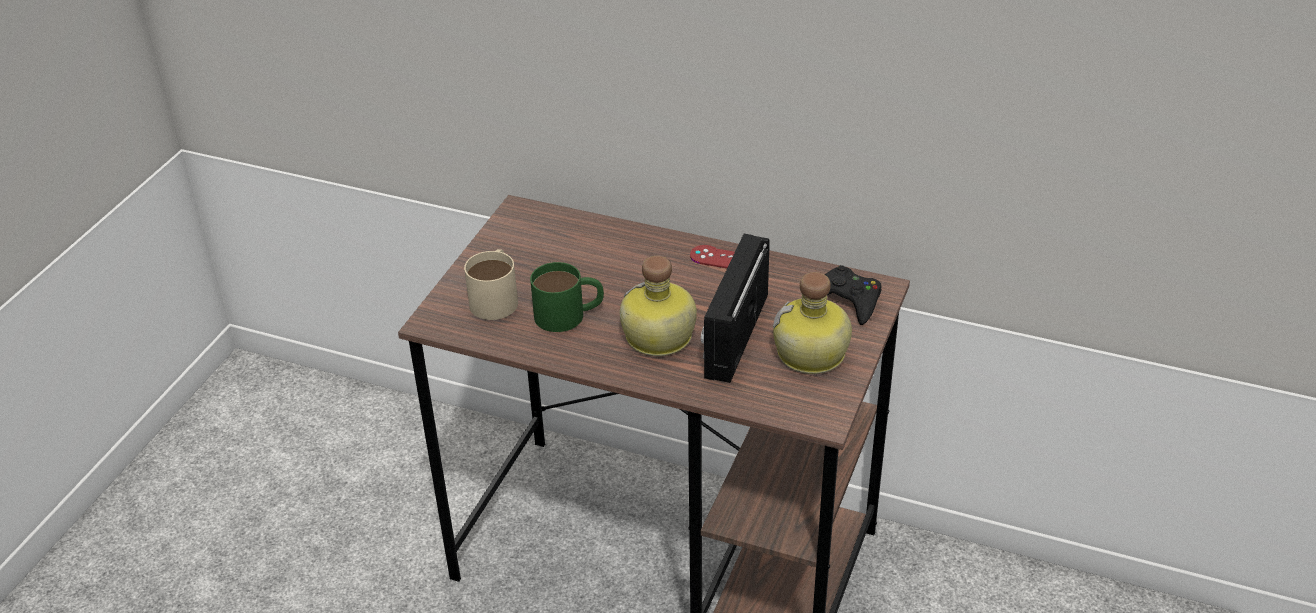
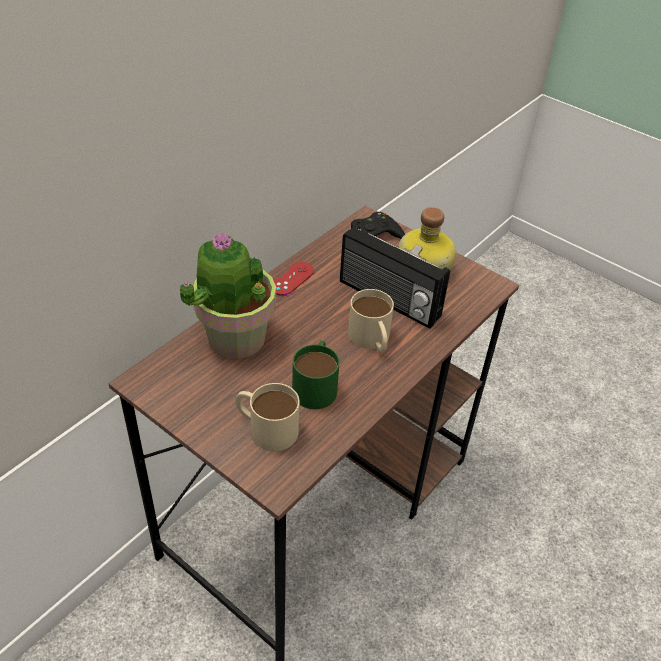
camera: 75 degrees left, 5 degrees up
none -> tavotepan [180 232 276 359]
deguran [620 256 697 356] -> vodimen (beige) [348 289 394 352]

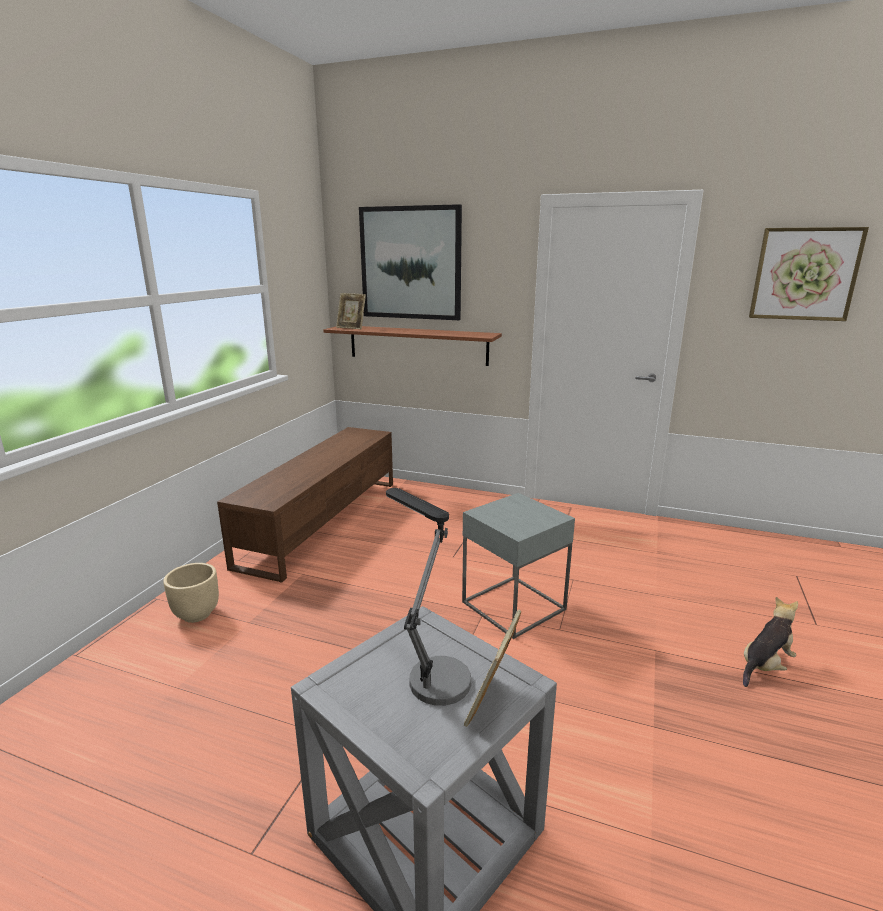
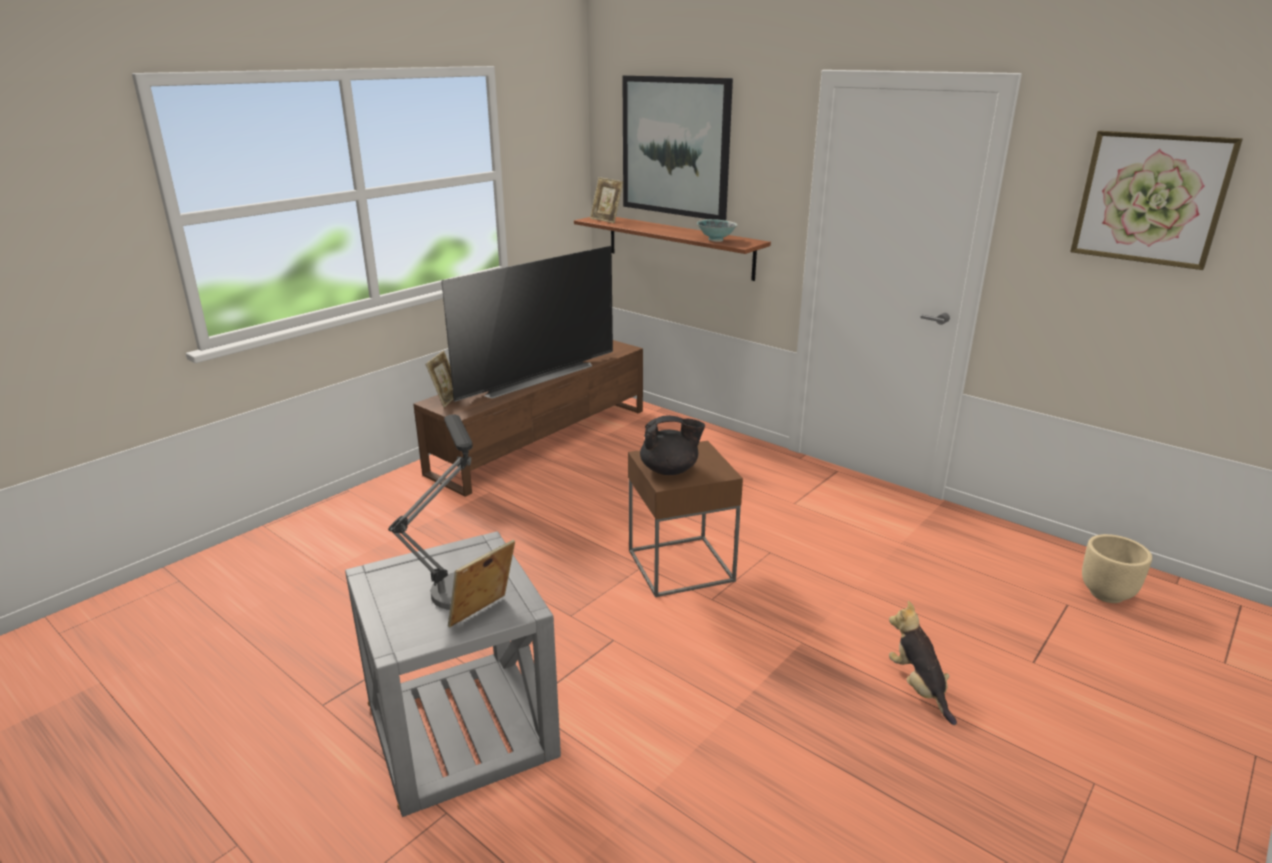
camera: 20 degrees right, 5 degrees up
none -> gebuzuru [426 351 453 407]
none -> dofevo [441 246 613 402]
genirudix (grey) [462 493 575 639] -> genirudix (brown) [628 441 743 597]
none -> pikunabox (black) [640 415 705 475]
none -> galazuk [697 219 737 242]
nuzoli [743 597 798 687] -> nuzoli [889 601 957 725], 90 degrees counterclockwise
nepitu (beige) [163 563 219 623] -> nepitu (beige) [1082 534 1152 603], move

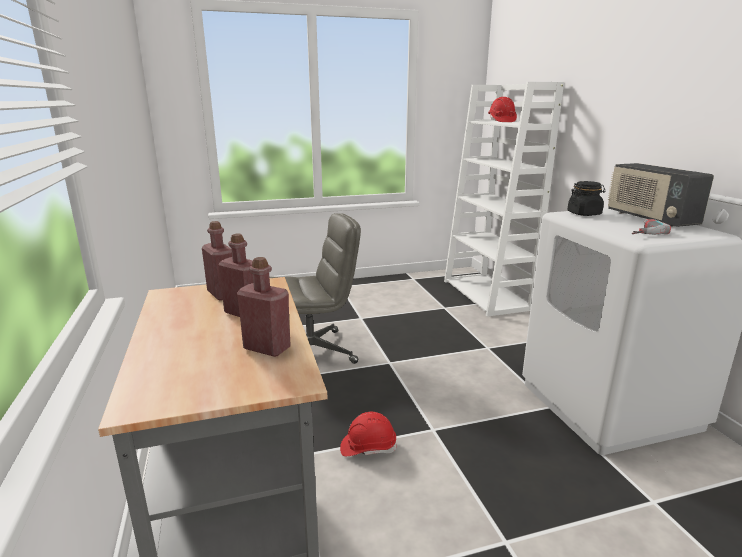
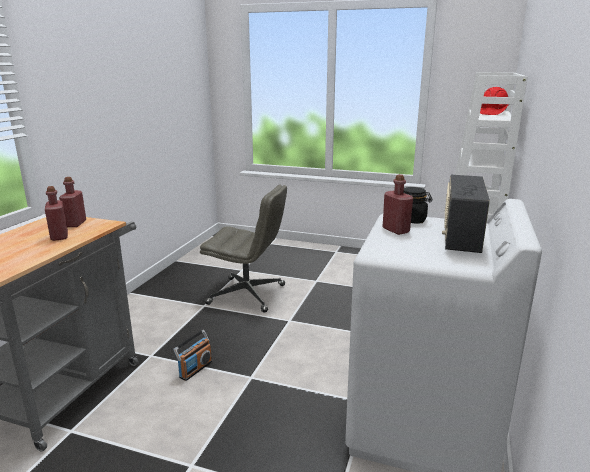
camera: 35 degrees right, 0 degrees up
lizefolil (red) [340 412 397 456] -> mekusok [173 330 212 381]
deguran (red) [237 257 291 357] -> deguran (red) [382 174 413 235], move
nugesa [632 219 671 235] -> none

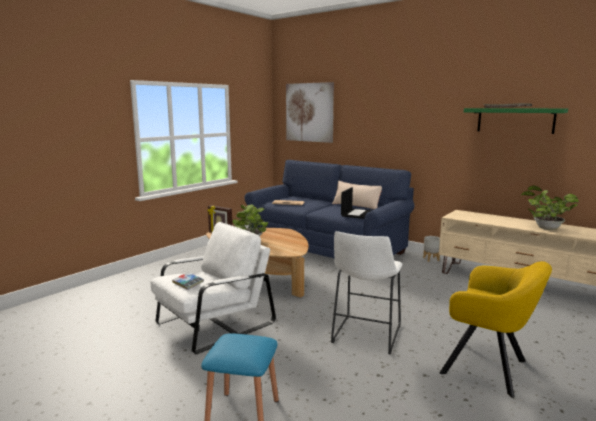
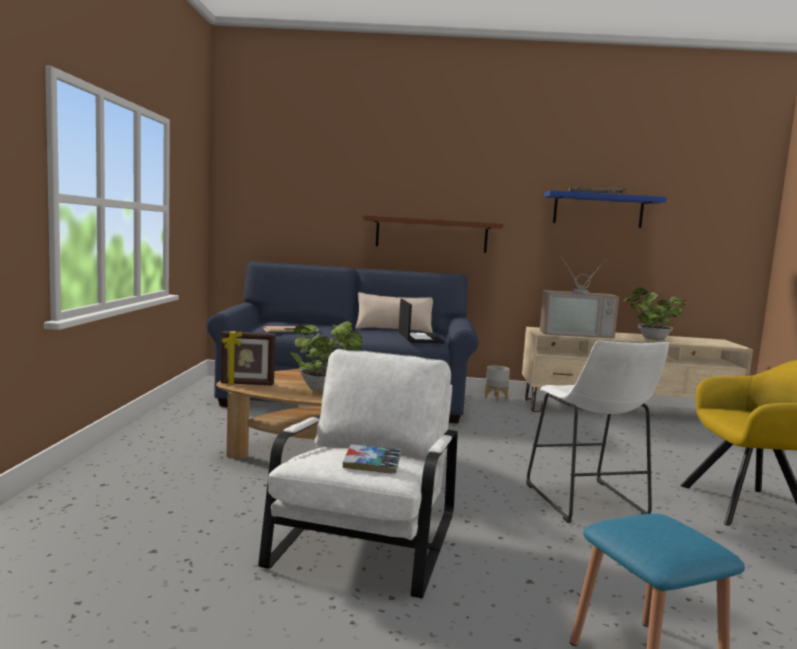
camera: 35 degrees left, 5 degrees down
none -> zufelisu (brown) [363 215 503 253]
none -> dofevo [540 258 619 339]
zufelisu (green) [464 108 568 134] -> zufelisu (blue) [544 190 667 228]
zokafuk [286 82 334 143] -> none

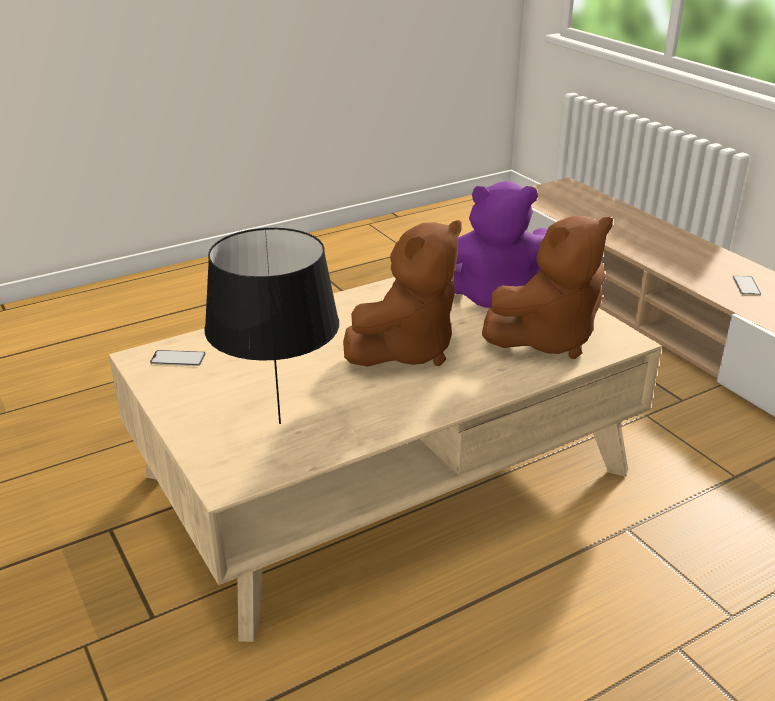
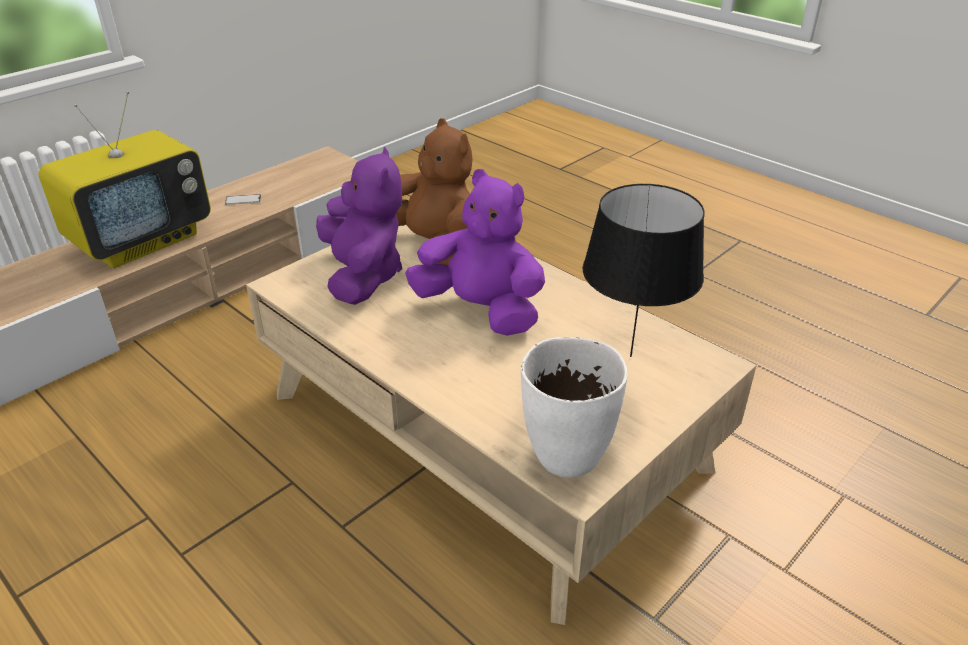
camera: 105 degrees left, 5 degrees up
none -> dofevo [39 91 211 268]
nuzoli (brown) [343 220 462 366] -> nuzoli (purple) [405 169 545 336]
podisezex [150 350 206 366] -> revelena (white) [521 337 628 477]

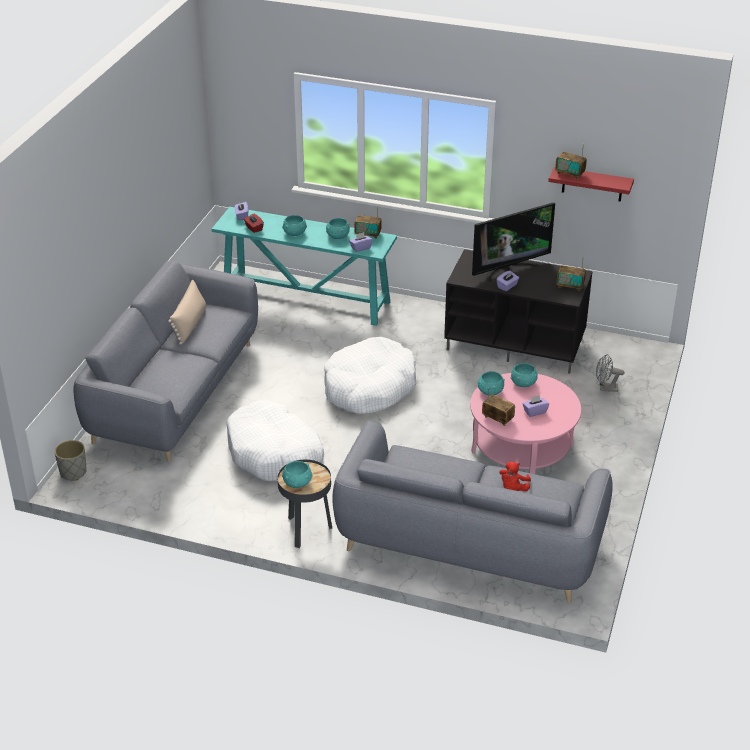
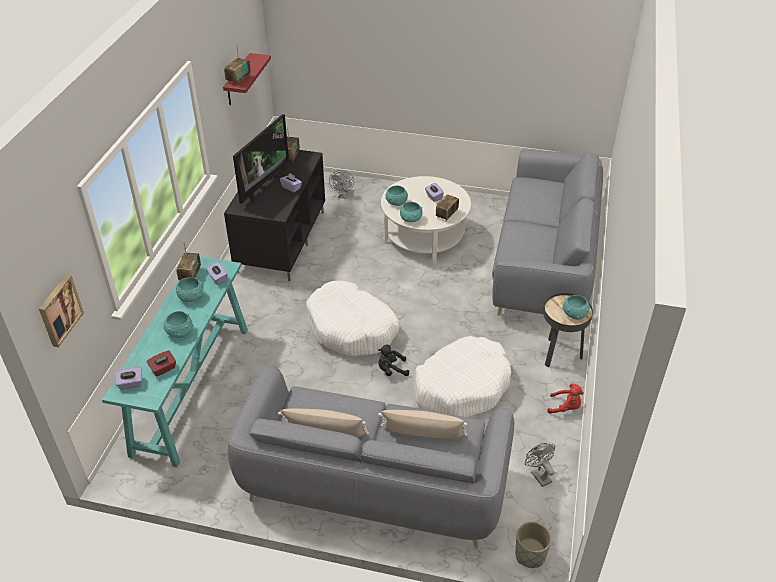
camera: 95 degrees left, 5 degrees up
none -> zokafuk [39 275 84 348]
dofevo [472 202 555 283] -> dofevo [233 114 289 205], 60 degrees clockwise
none -> nuzoli (black) [378 345 409 376]
none -> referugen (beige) [378 410 467 439]
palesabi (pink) [470 373 581 474] -> palesabi (white) [381 176 471 264]
none -> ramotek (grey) [525 443 555 487]
nuzoli (red) [499 462 531 491] -> nuzoli (red) [547 384 584 414], move

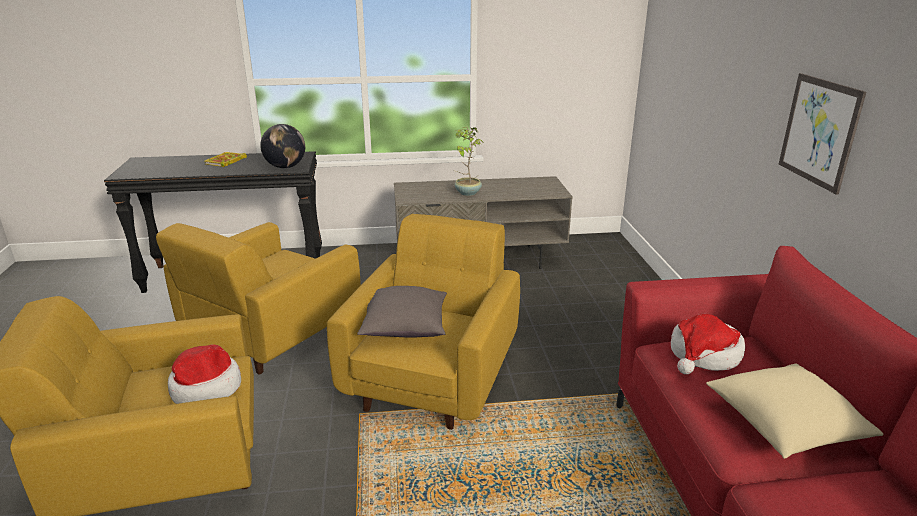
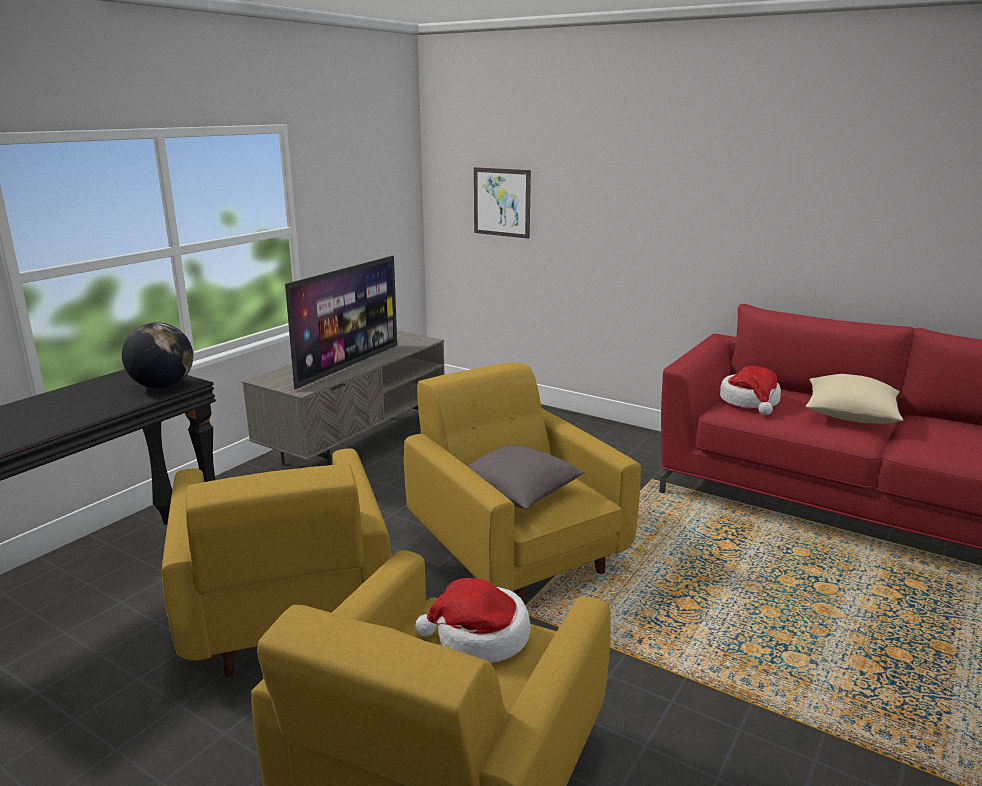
camera: 50 degrees left, 5 degrees down
tavotepan [455 127 483 196] -> dofevo [285 256 397 389]
zokafuk [779 73 866 195] -> zokafuk [474 167 531 239], move
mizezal [205 152 247 167] -> none

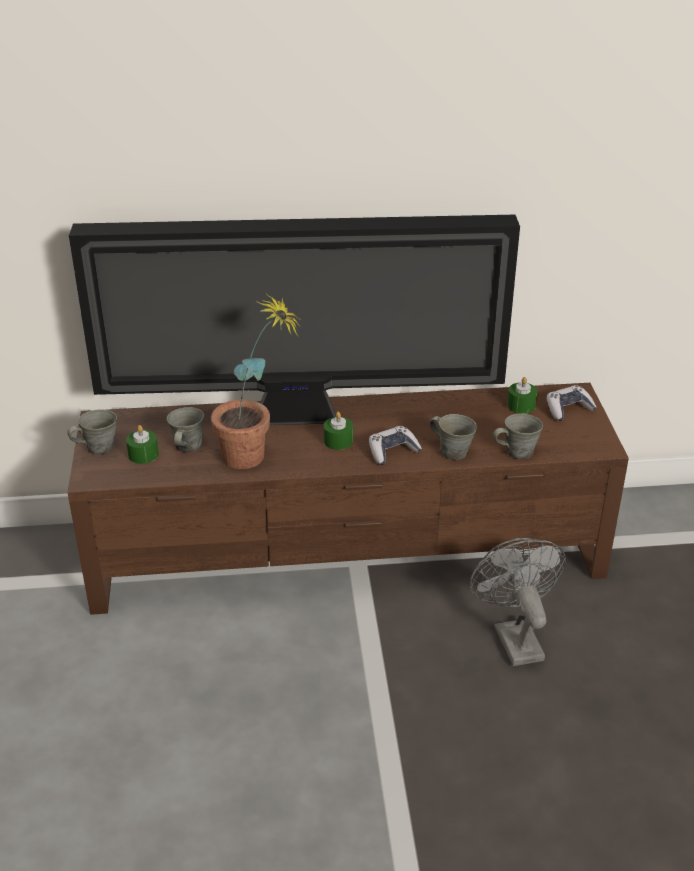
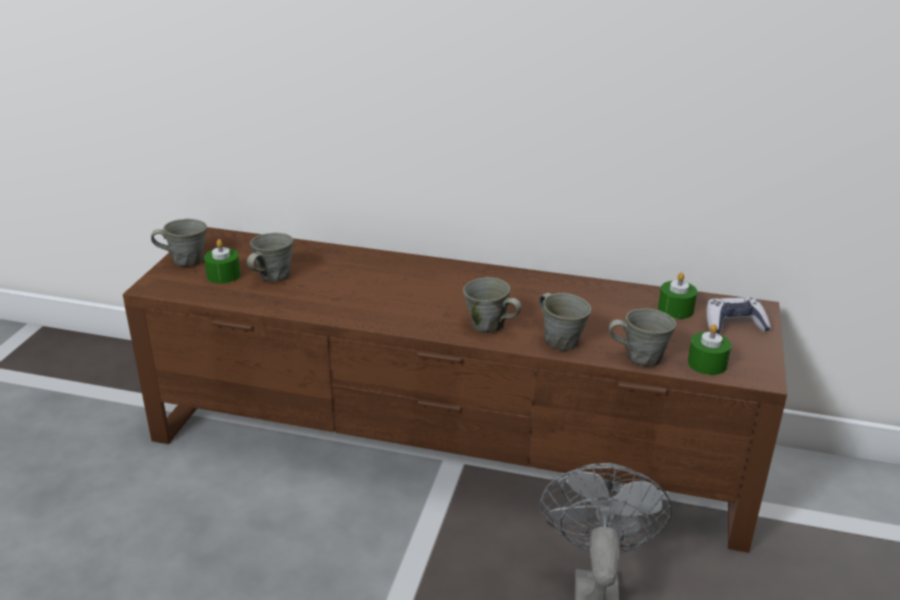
camera: 20 degrees right, 5 degrees down
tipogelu [369 426 422 465] -> vodimen (grey) [463 277 522 334]
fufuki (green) [324 412 353 450] -> fufuki (green) [688 324 731 375], move
dofevo [69 215 520 425] -> none
tavotepan [211 293 301 469] -> none

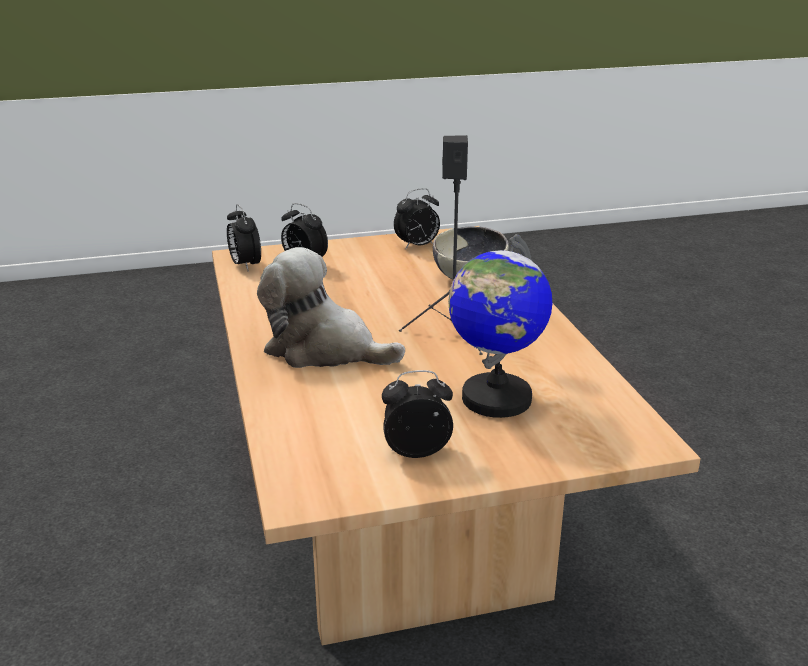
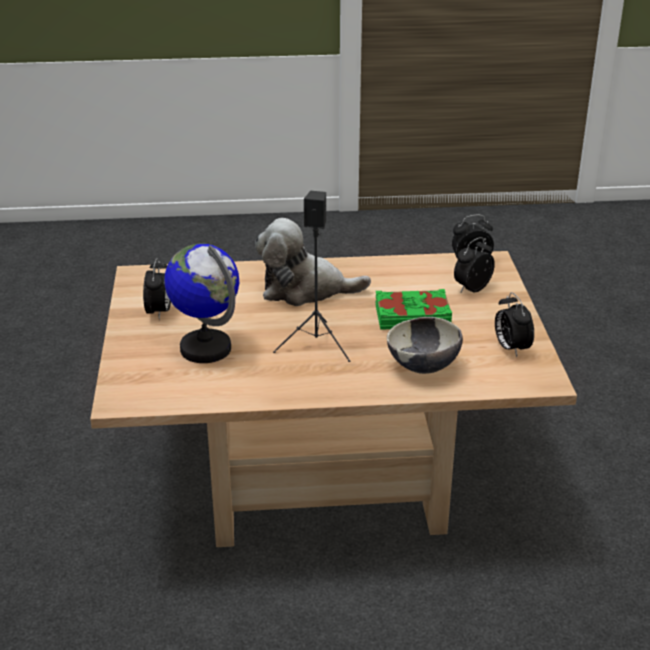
camera: 100 degrees right, 5 degrees up
nuzoli [257 247 405 368] -> nuzoli [255 218 371 306], 120 degrees counterclockwise
none -> mizezal (green) [376 289 452 330]

